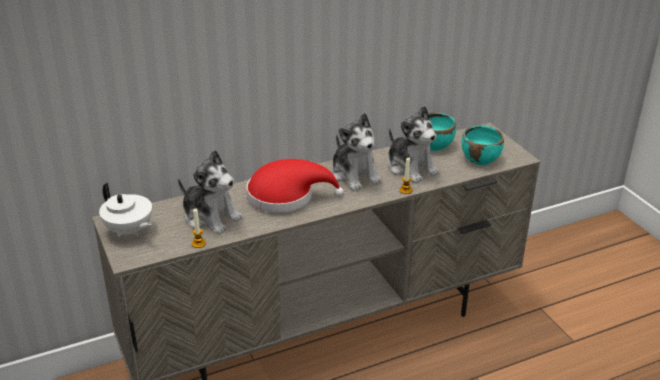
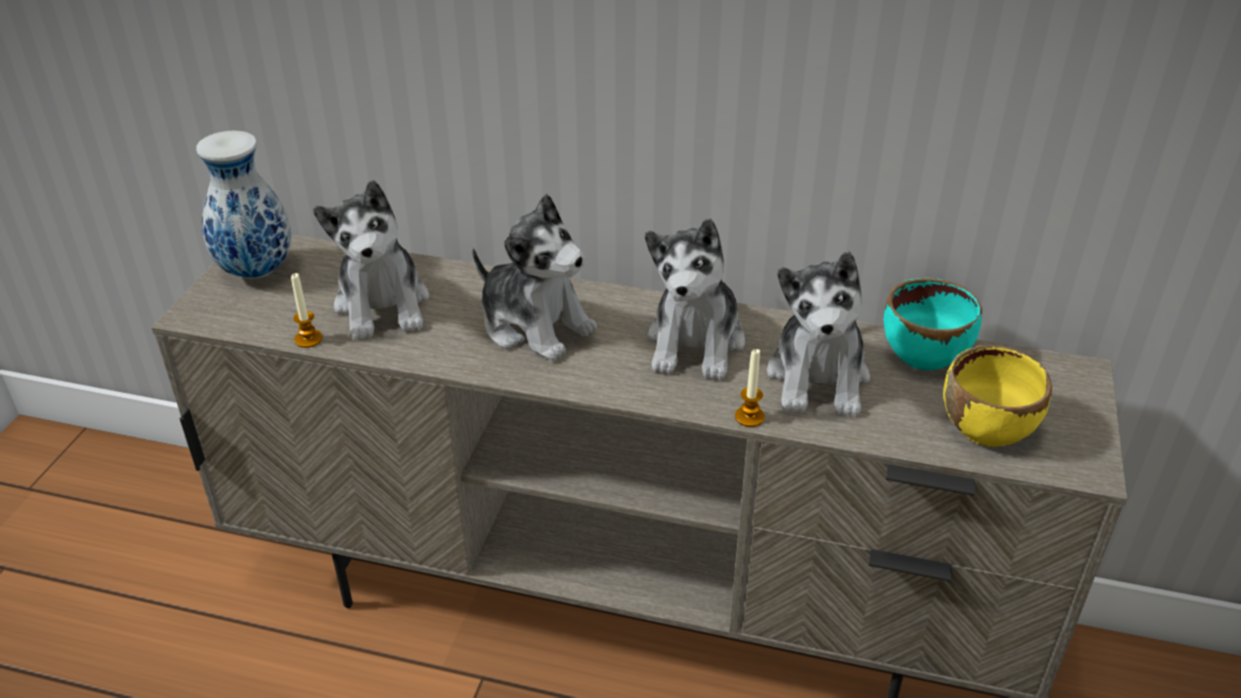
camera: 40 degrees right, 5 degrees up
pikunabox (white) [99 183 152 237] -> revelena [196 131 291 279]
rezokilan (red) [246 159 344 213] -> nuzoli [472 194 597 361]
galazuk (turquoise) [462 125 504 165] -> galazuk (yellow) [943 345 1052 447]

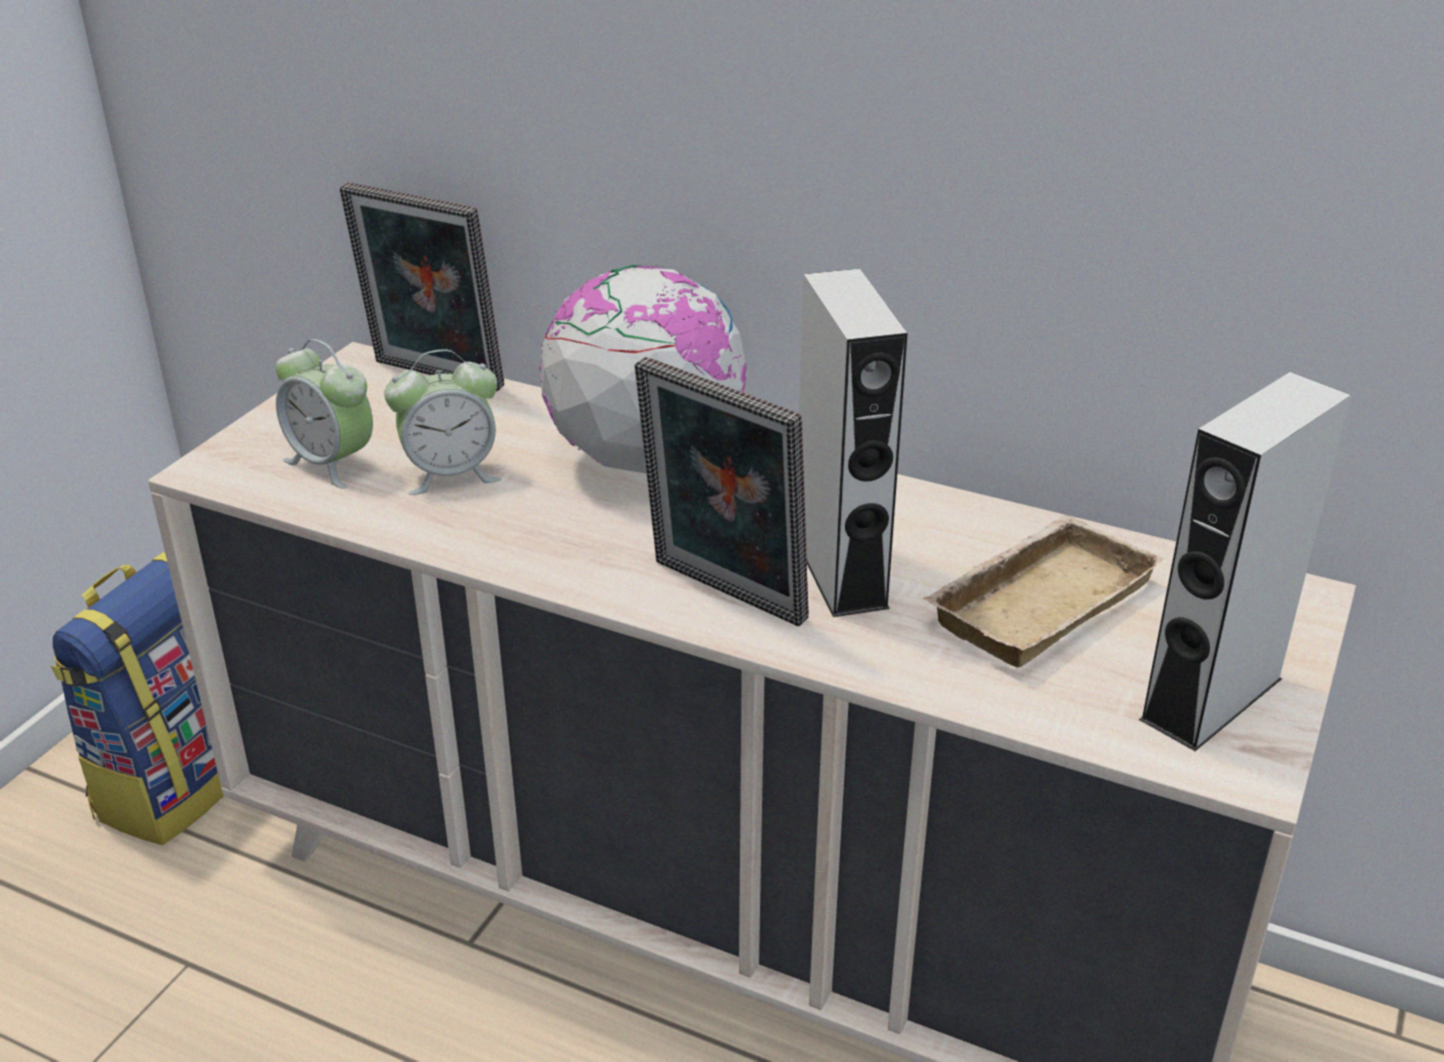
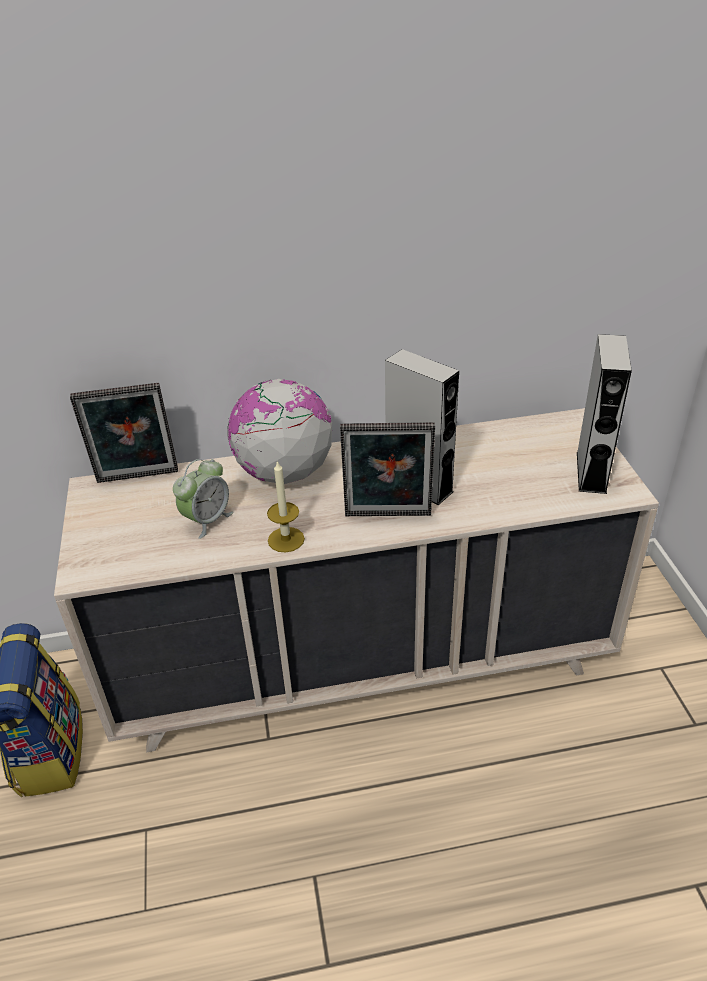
camera: 35 degrees left, 5 degrees up
none -> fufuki [267 461 305 552]
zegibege [276 339 373 489] -> none
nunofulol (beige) [923 515 1163 668] -> none

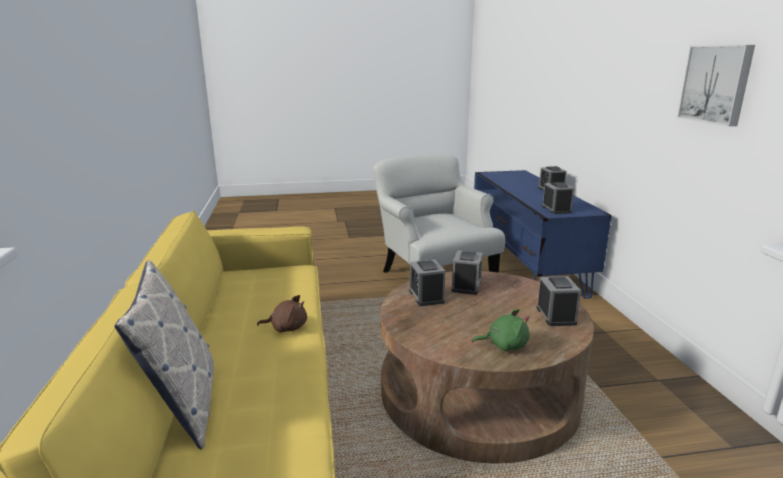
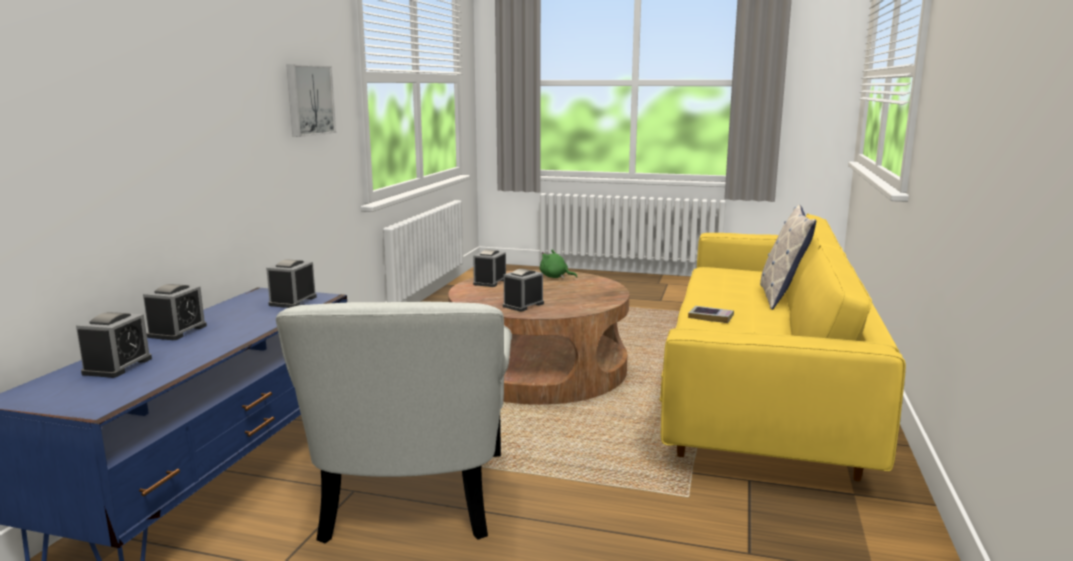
camera: 155 degrees left, 5 degrees down
zegibege [409 260 445 306] -> zegibege [76 312 152 378], move
nuzoli (brown) [257 295 307 333] -> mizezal [688 306 734 323]

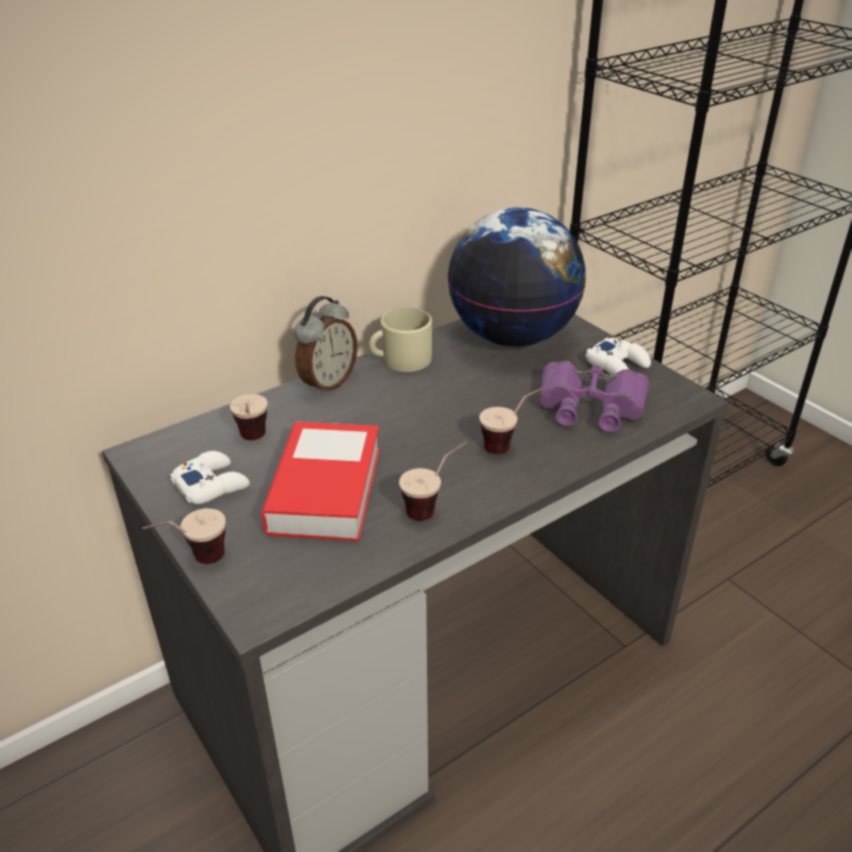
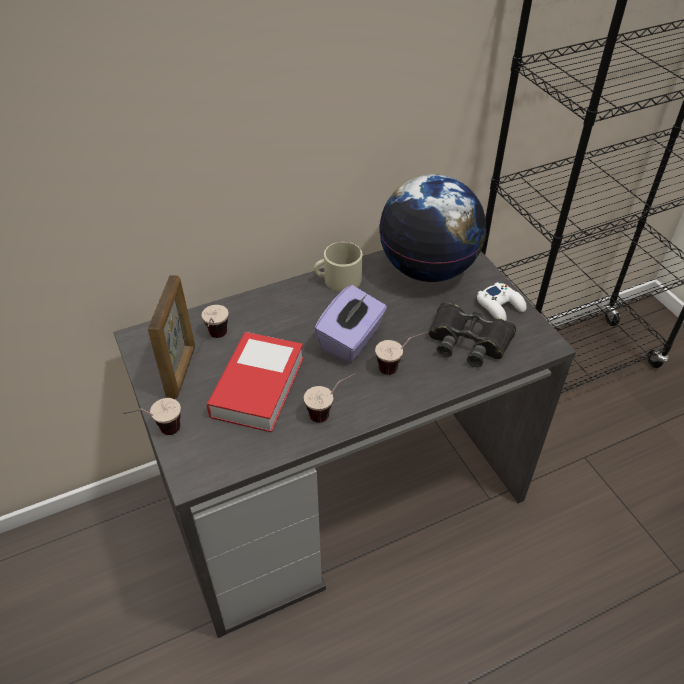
camera: 10 degrees right, 10 degrees up
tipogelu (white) [170 451 250 504] -> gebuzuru [148 275 195 399]
none -> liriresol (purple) [314 285 387 362]
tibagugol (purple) [539 361 649 432] -> tibagugol (black) [428 302 517 367]
zegibege [294 296 357 396] -> none

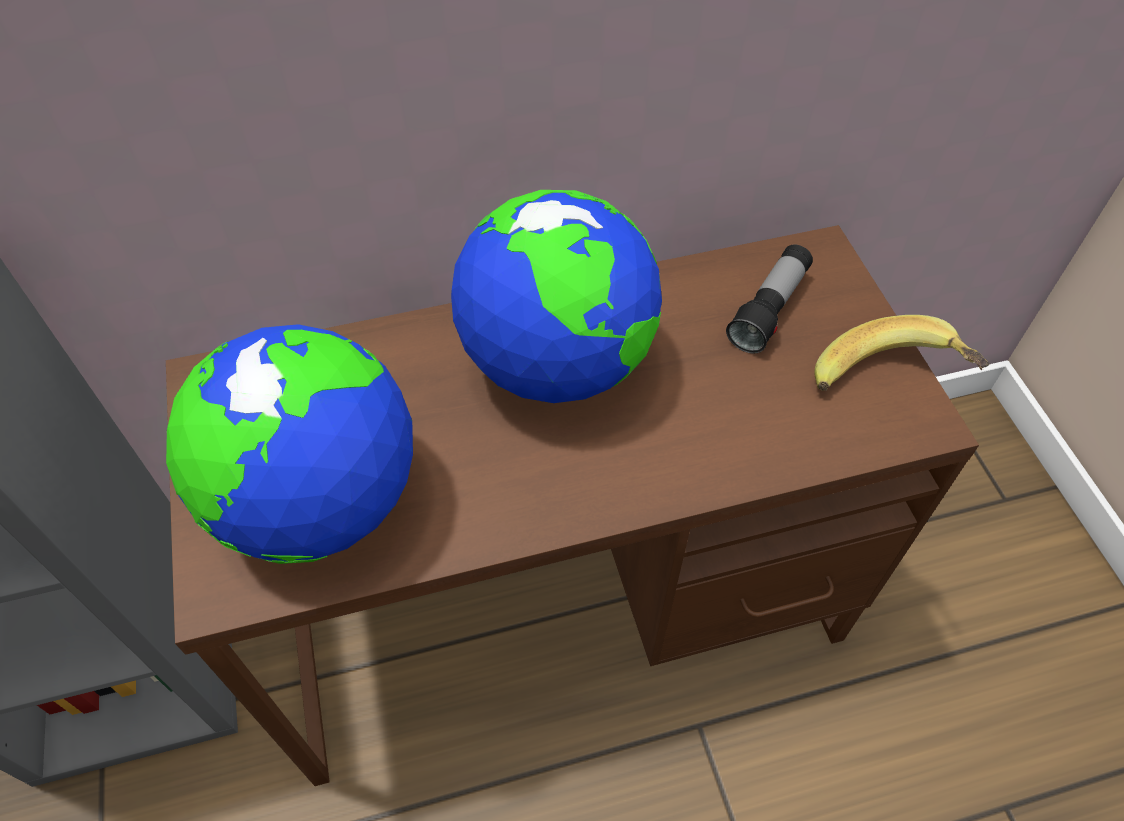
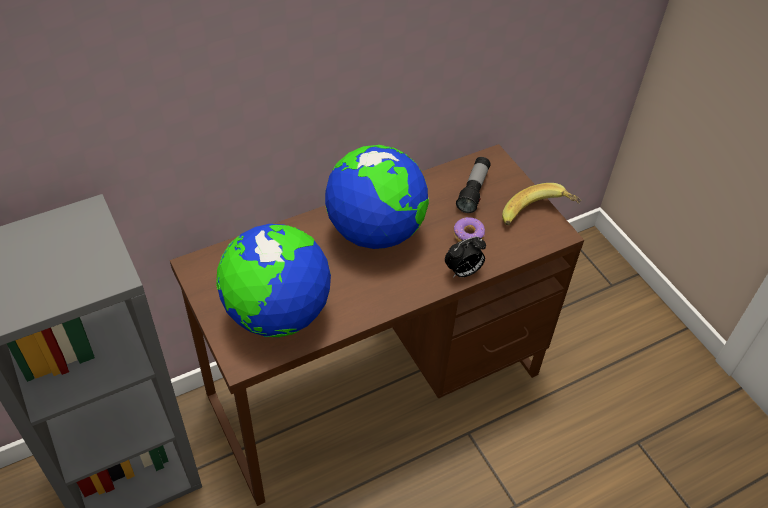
camera: 15 degrees left, 5 degrees down
none -> zegibege [445 236 486 278]
none -> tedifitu [454 217 485 242]

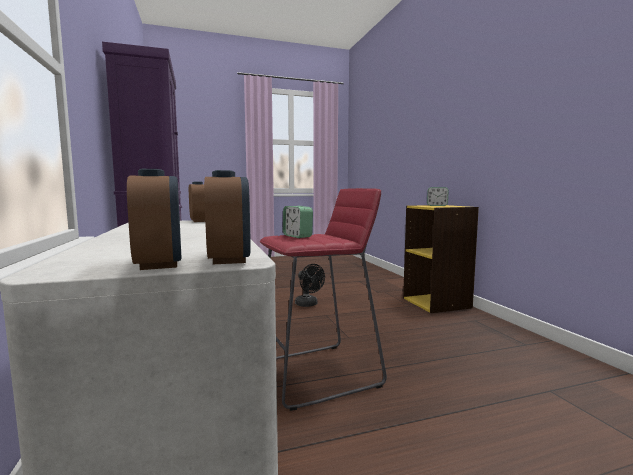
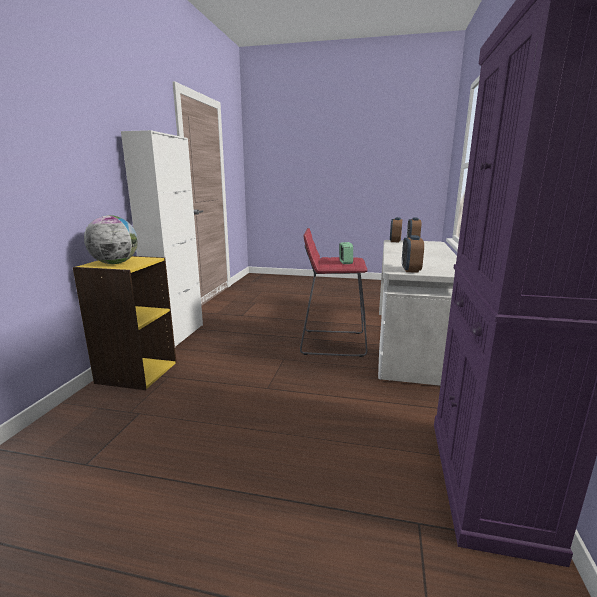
camera: 150 degrees left, 10 degrees up
zegibege [427 187 449 206] -> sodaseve [84 215 138 264]
none -> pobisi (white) [121 130 203 347]
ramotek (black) [295 264 325 307] -> none

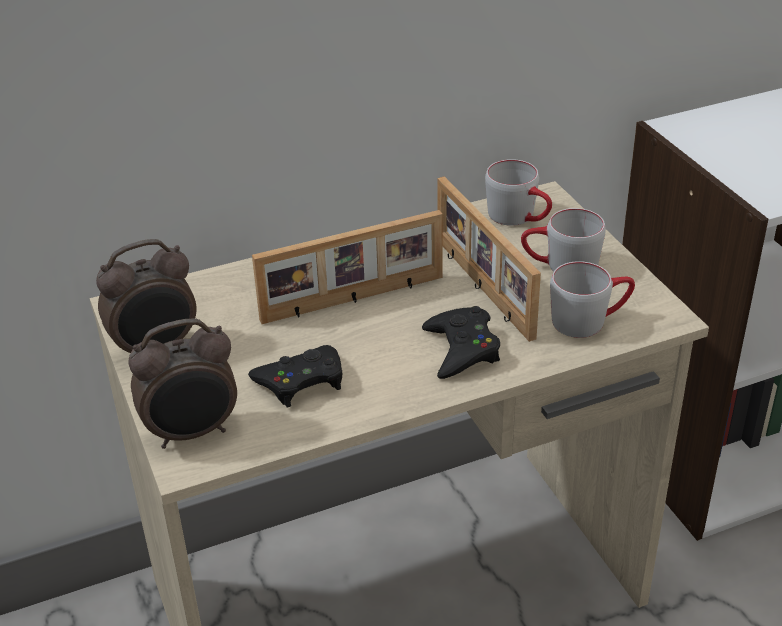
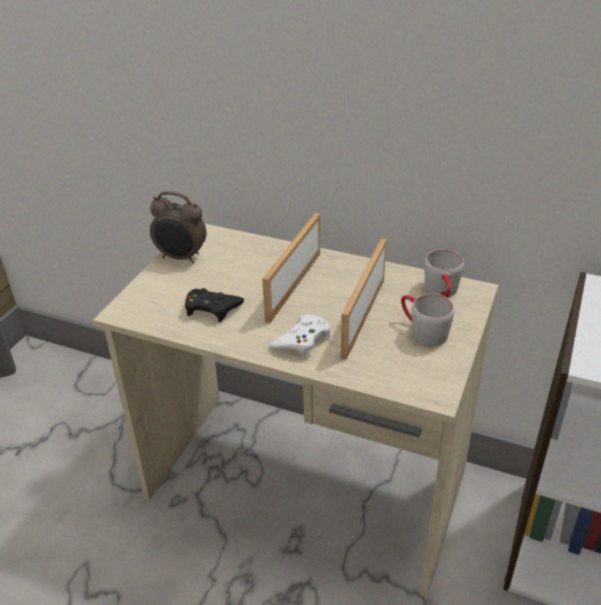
camera: 45 degrees right, 0 degrees up
gebuzuru [252 210 443 324] -> gebuzuru [262 213 320 323], 90 degrees clockwise
tipogelu (black) [422 306 500 379] -> tipogelu (white) [269 314 331 357]
zegibege [128 318 237 449] -> none
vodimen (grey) [550 261 635 338] -> none

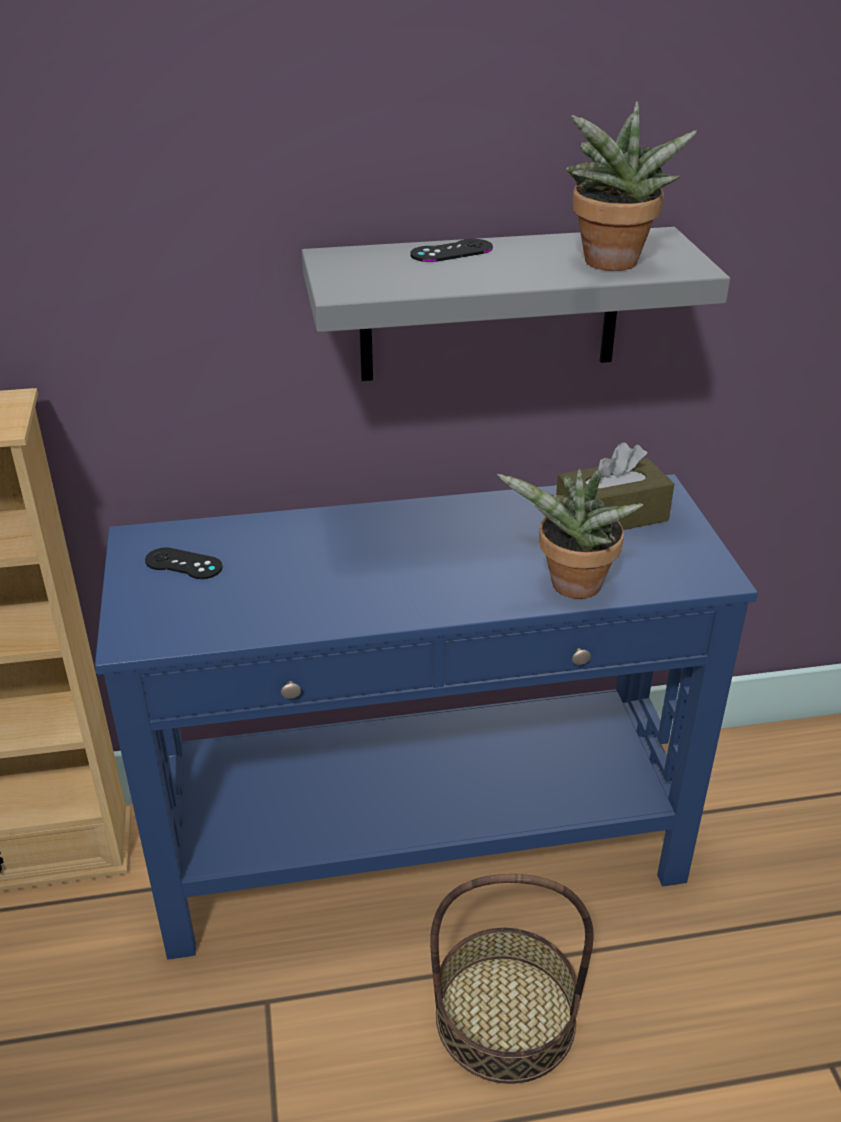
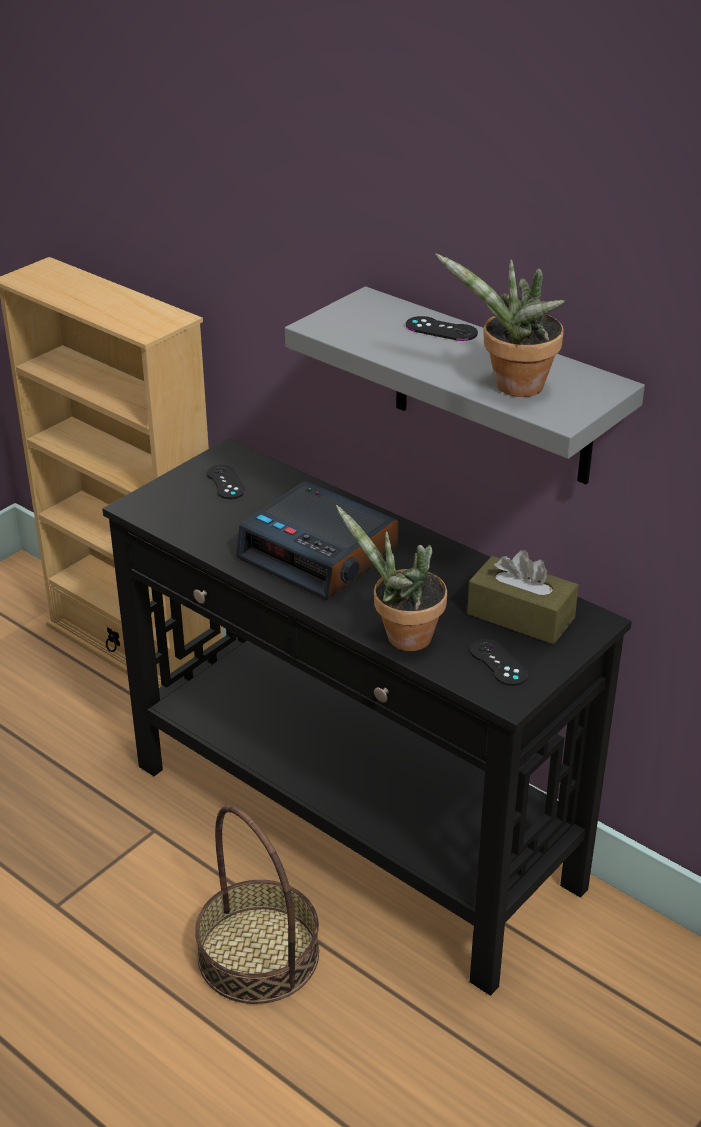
camera: 50 degrees right, 0 degrees up
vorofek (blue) [95 474 758 960] -> vorofek (black) [103 438 632 996]
none -> zegibege [236 481 399 600]
none -> tipogelu (black) [470 639 528 686]

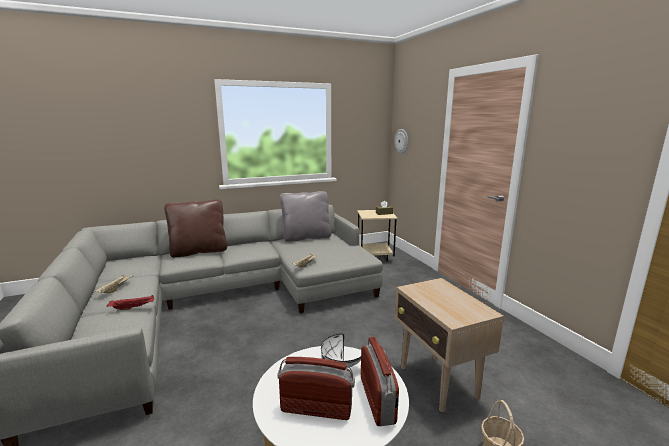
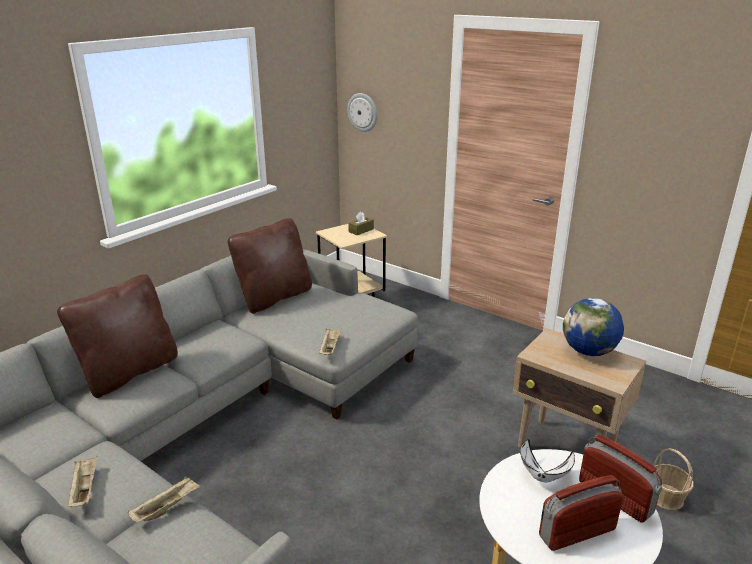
camera: 30 degrees left, 10 degrees up
nunofulol (red) [107 295 154 310] -> nunofulol (beige) [128 476 200 523]
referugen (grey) [280 191 331 242] -> referugen (brown) [227 218 312 314]
none -> sodaseve [563 298 624 356]

